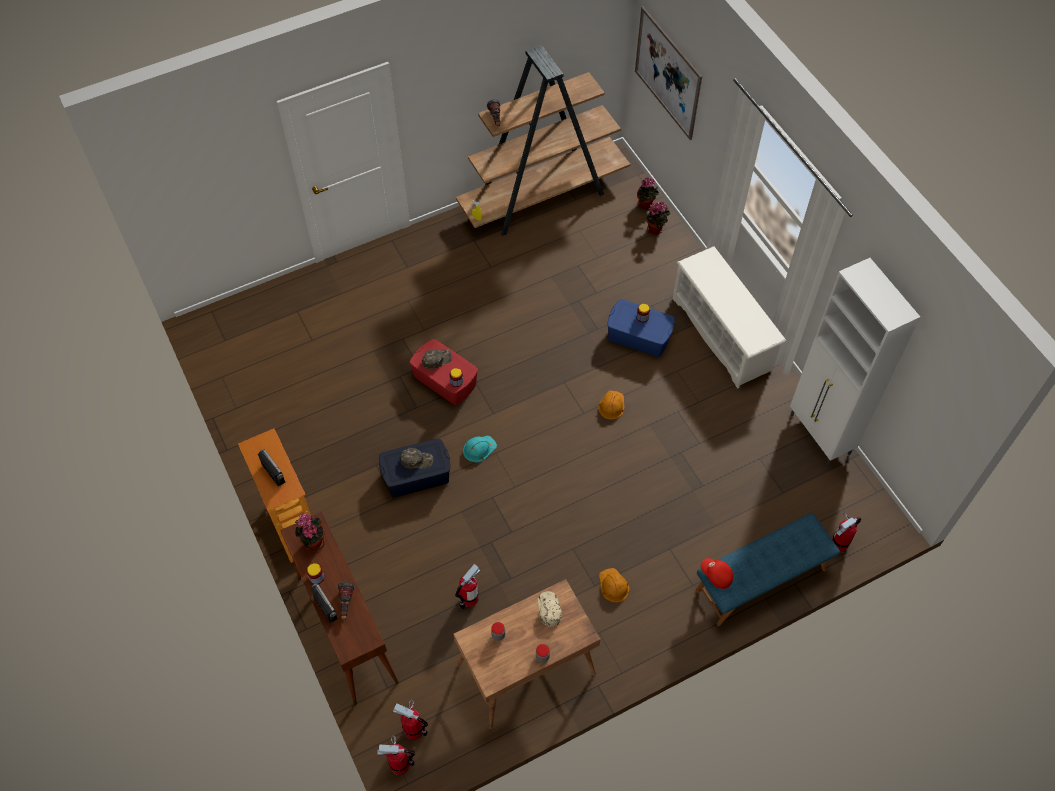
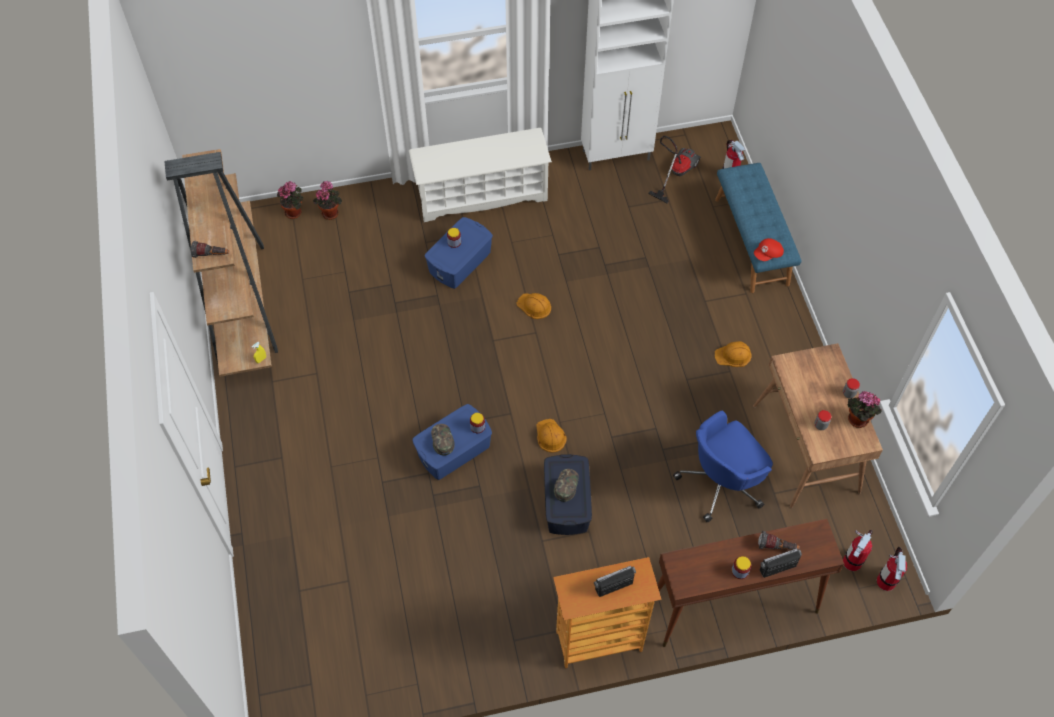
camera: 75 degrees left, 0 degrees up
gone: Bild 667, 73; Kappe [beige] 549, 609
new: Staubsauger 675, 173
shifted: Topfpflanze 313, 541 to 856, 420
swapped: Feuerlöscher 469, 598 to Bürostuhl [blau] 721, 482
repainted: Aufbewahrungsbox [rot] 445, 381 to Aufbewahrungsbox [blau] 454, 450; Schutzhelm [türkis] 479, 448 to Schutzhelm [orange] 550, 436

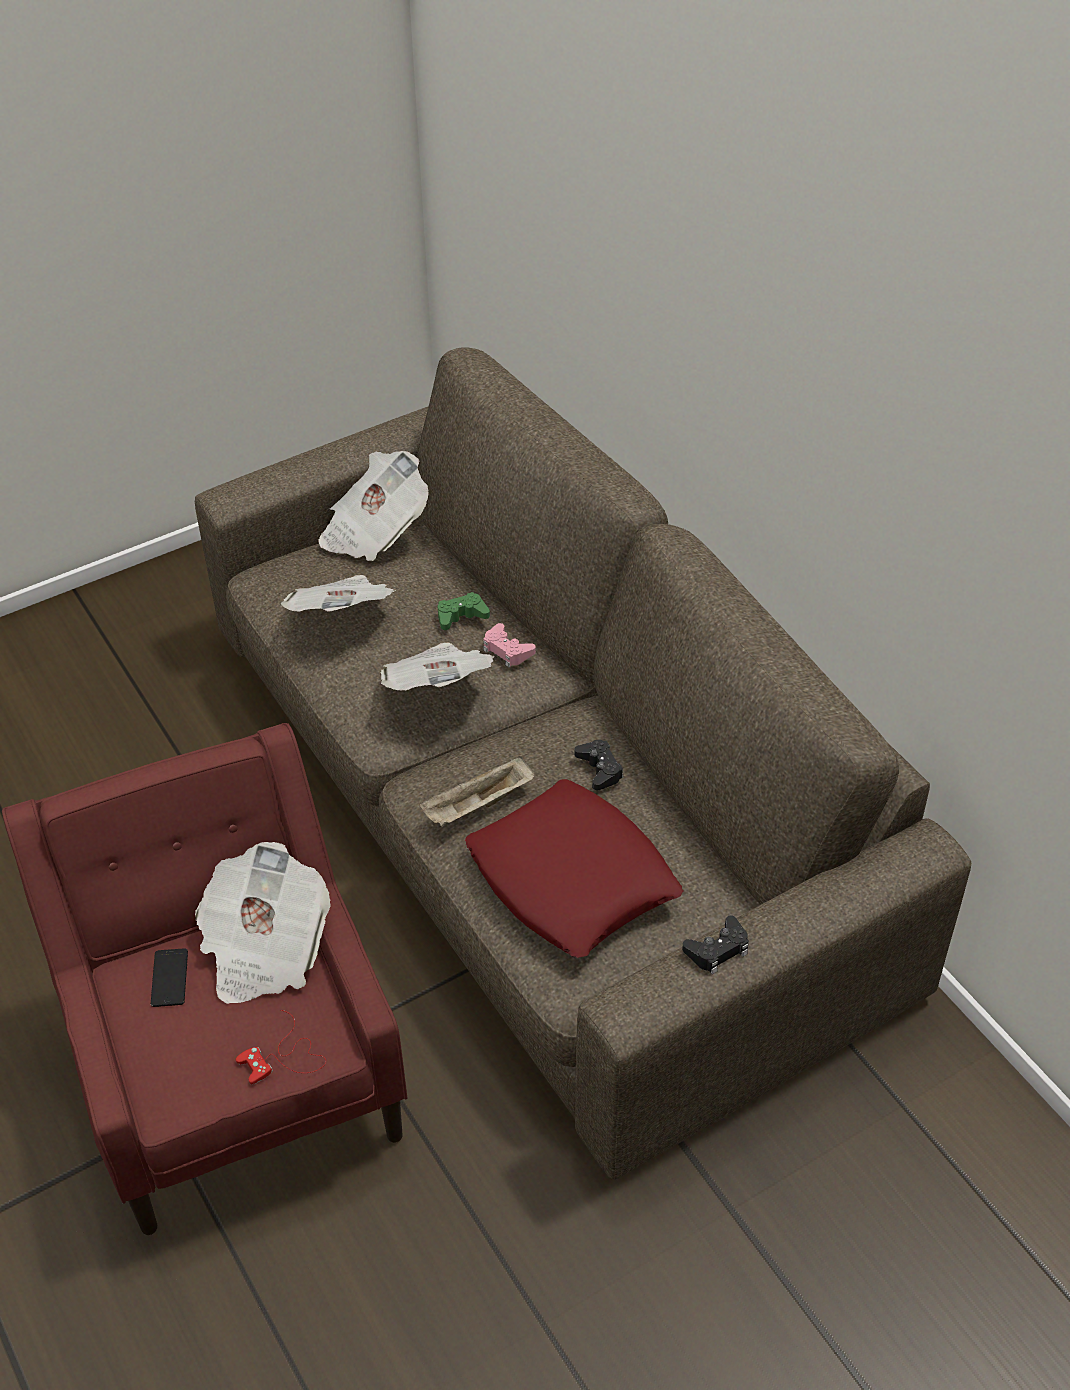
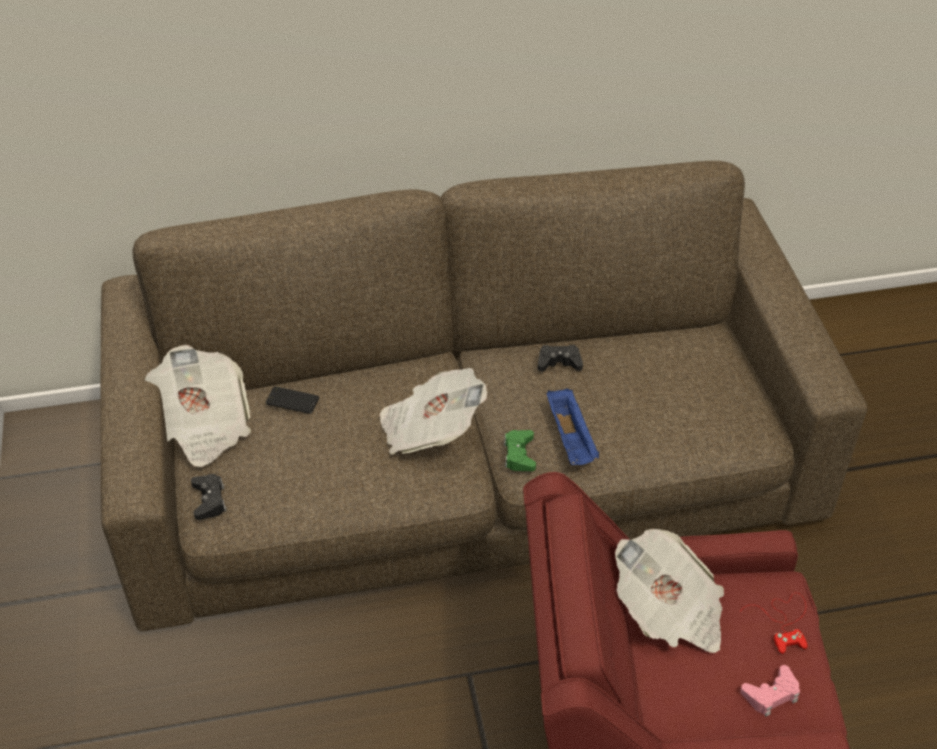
camera: 70 degrees left, 0 degrees up
gone: Zeitung 342, 616; Kissen [rot] 572, 879
shifted: Gamepad [grün] 461, 616 to 519, 454; Gamepad [rosa] 507, 650 to 771, 694; Gamepad [schwarz] 717, 950 to 209, 500; Handy 169, 978 to 292, 401
repainted: Tablett [beige] 478, 806 to Tablett [blau] 571, 438

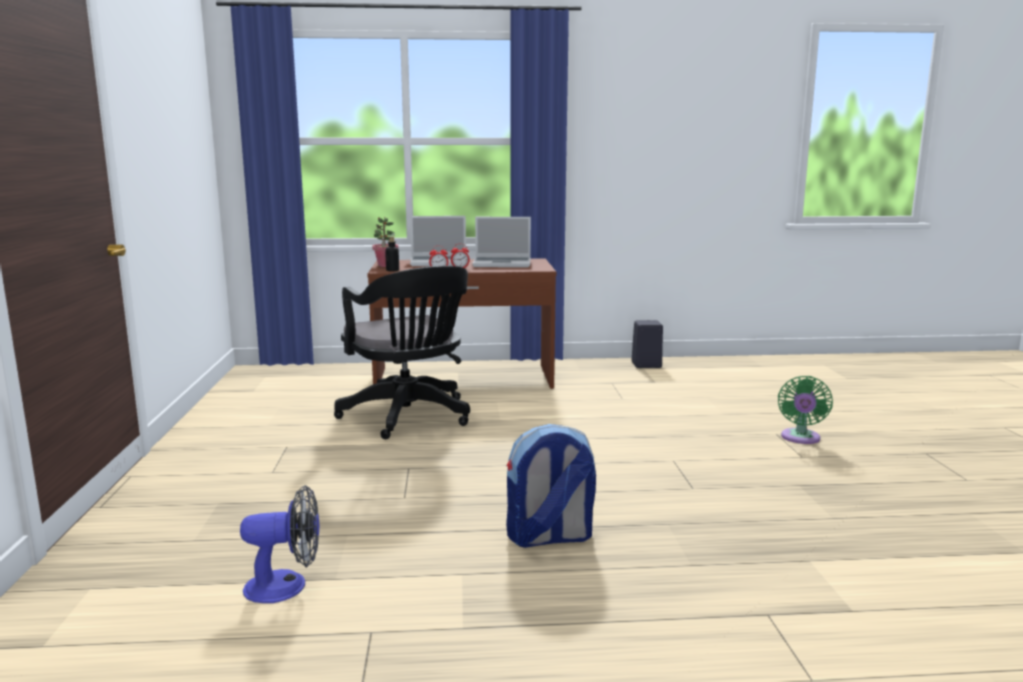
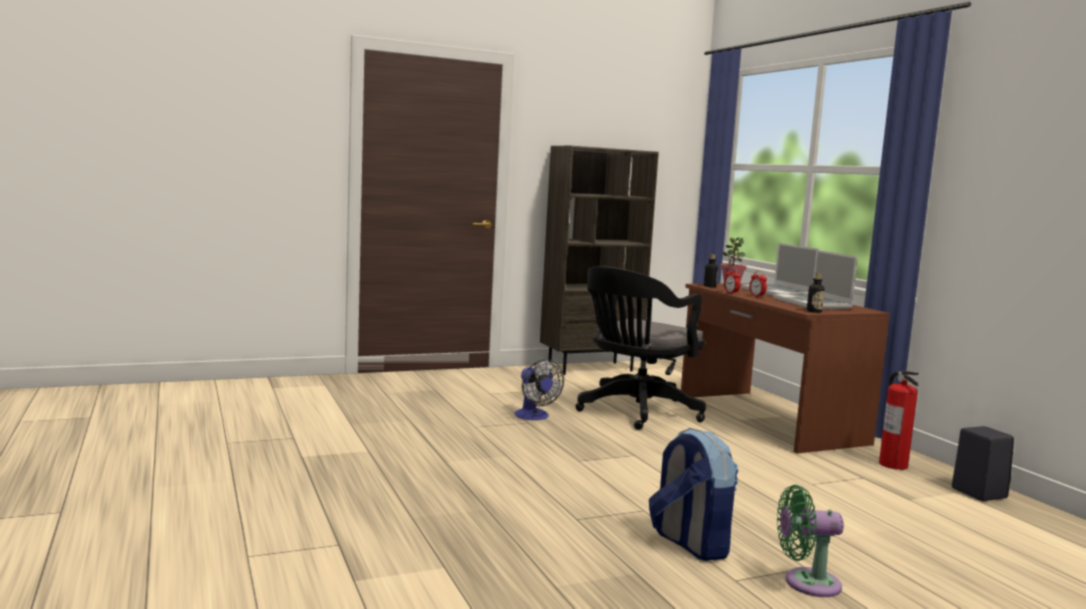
camera: 70 degrees right, 5 degrees down
new: Bücherregal [braun] 590, 368; Flasche 814, 311; Feuerlöscher 892, 464
shifted: Rucksack 549, 537 to 689, 544; Ventilator 286, 586 to 534, 417

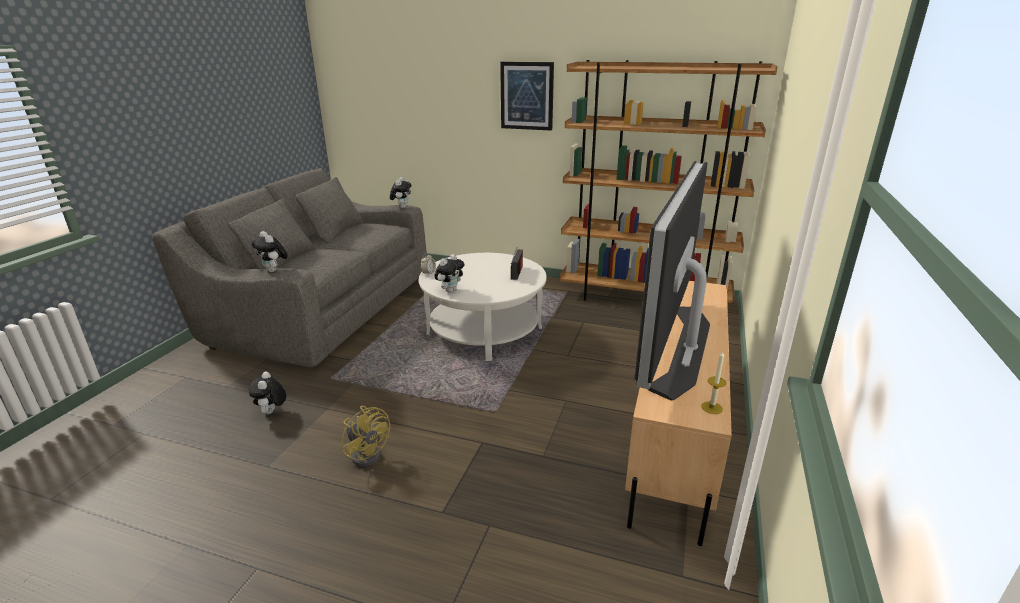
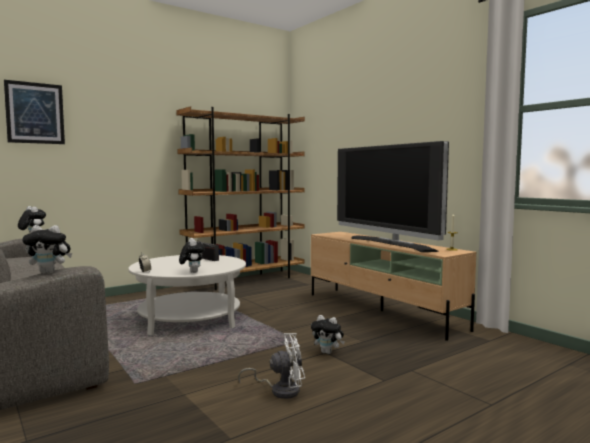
camera: 55 degrees left, 20 degrees down
shifted: Bild 527, 96 to 35, 113; Plüschtier 272, 412 to 328, 352
repainted: Ventilator [gelb] 368, 453 to Ventilator [weiß] 280, 390

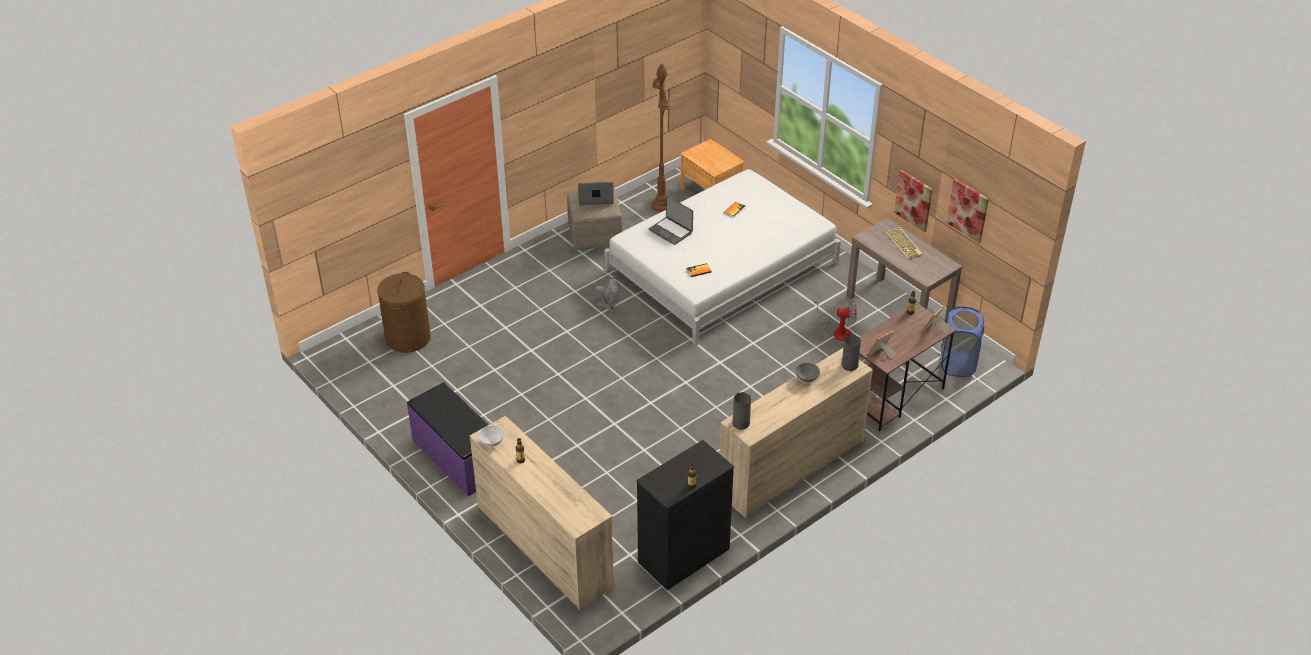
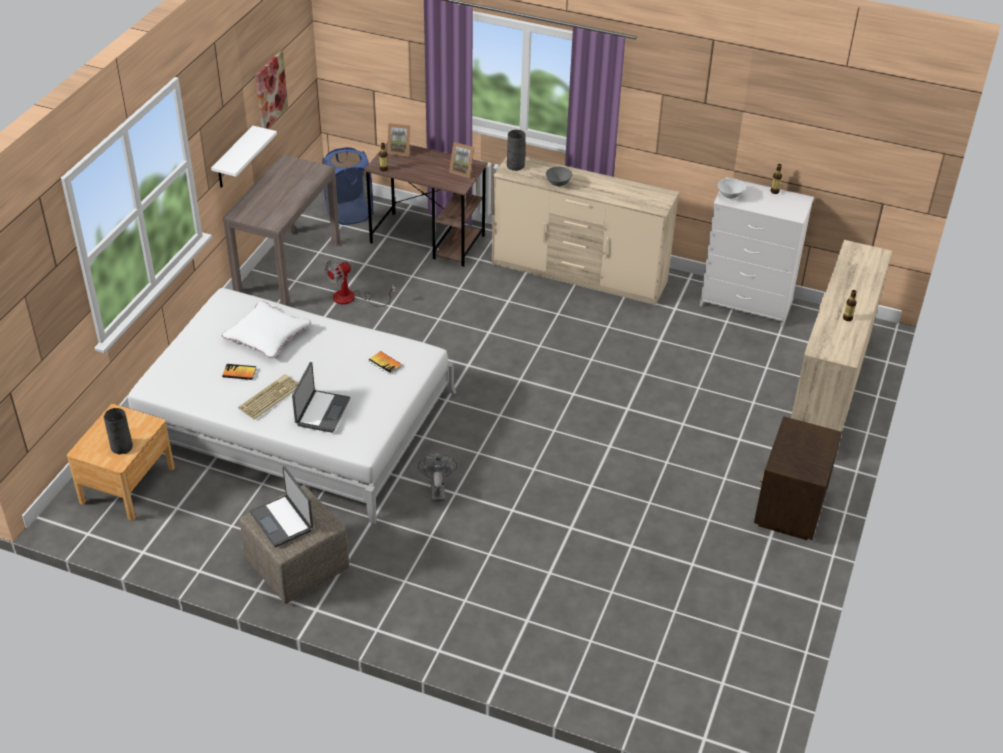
camera: 120 degrees left, 0 degrees up
gone: Stehlampe [braun] 661, 205; Wäschekorb [braun] 408, 338
new: Kissen [weiß] 267, 335
shifted: Tastatur 904, 243 to 269, 396; Vase [grau] 741, 423 to 122, 446; Schüssel [weiß] 492, 443 to 729, 196
swapped: Bild 913, 200 to Wandregal [weiß] 234, 159; Bank [lila] 457, 457 to Nachttisch [braun] 788, 510
repainted: Kommode [schwarz] 683, 556 to Kommode [weiß] 747, 302
rotated: Ventilator 837, 330 = 352, 298 105 degrees counterclockwise

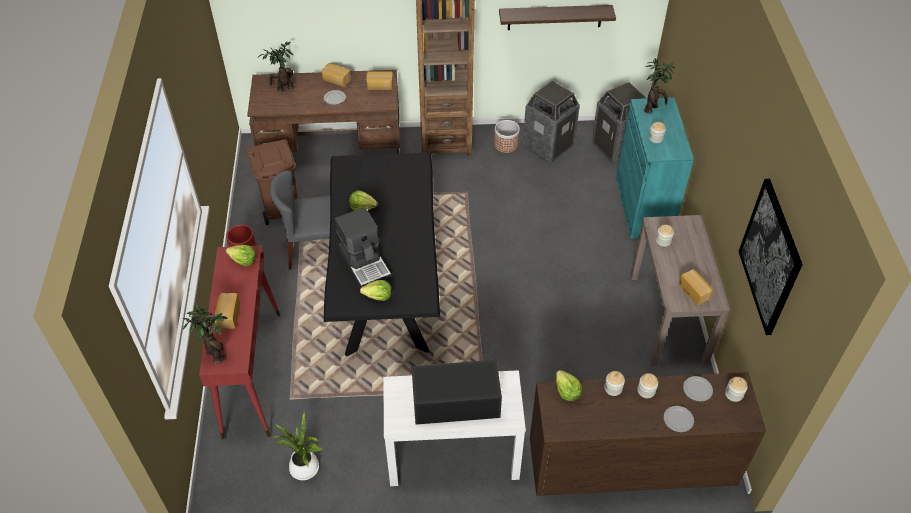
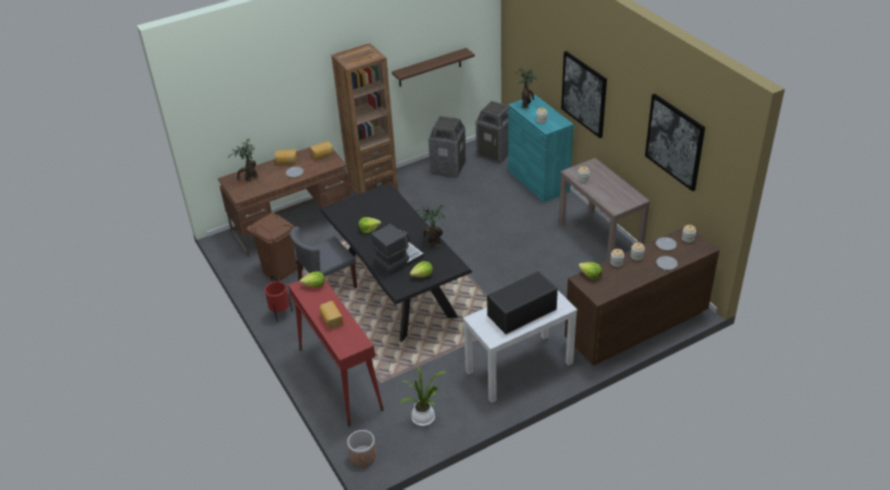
camera: 25 degrees left, 10 degrees down
gone: Brot 695, 291
new: Bild 584, 94
shifted: Pflanzkübel 506, 145 to 363, 456; Topfpflanze 215, 353 to 432, 243
rotated: Kaffeemaschine 365, 263 = 398, 260 75 degrees counterclockwise

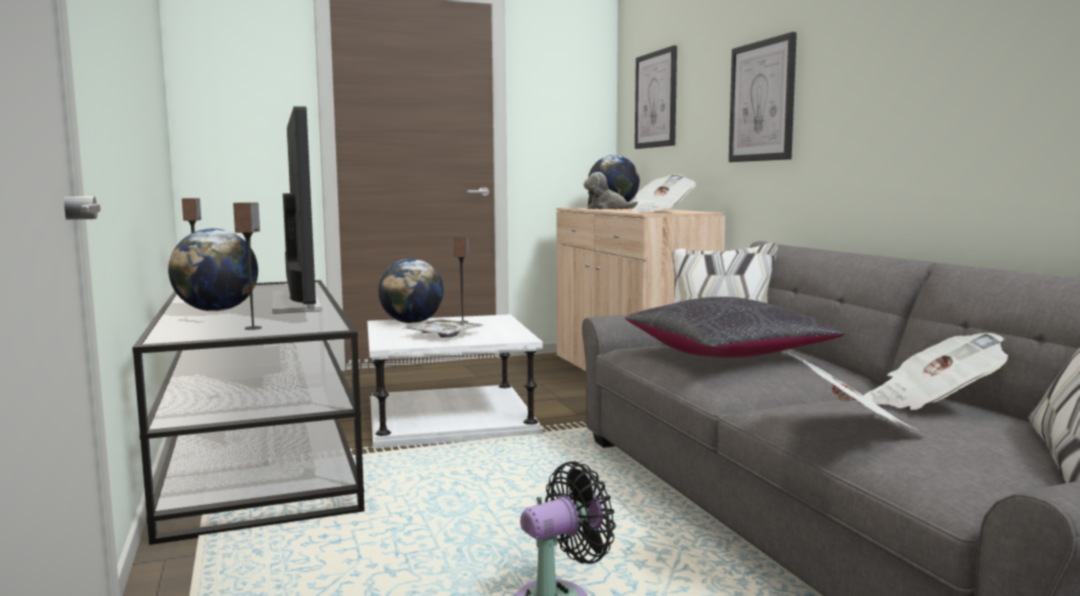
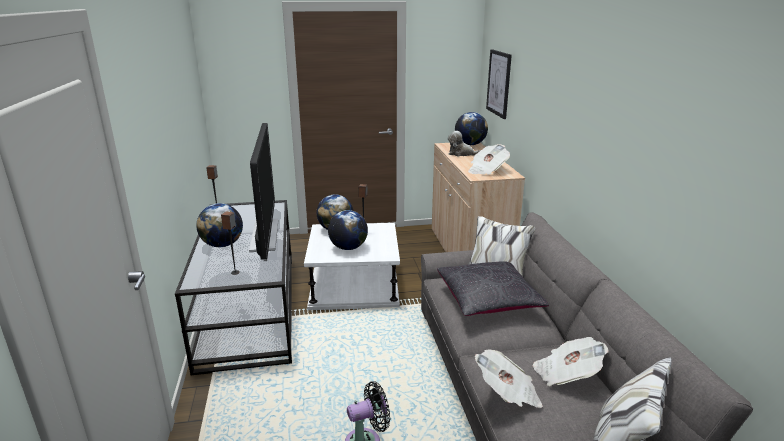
camera: 10 degrees right, 15 degrees up
gone: Bild 762, 101
swapped: Tablett 443, 335 to Globus 348, 248

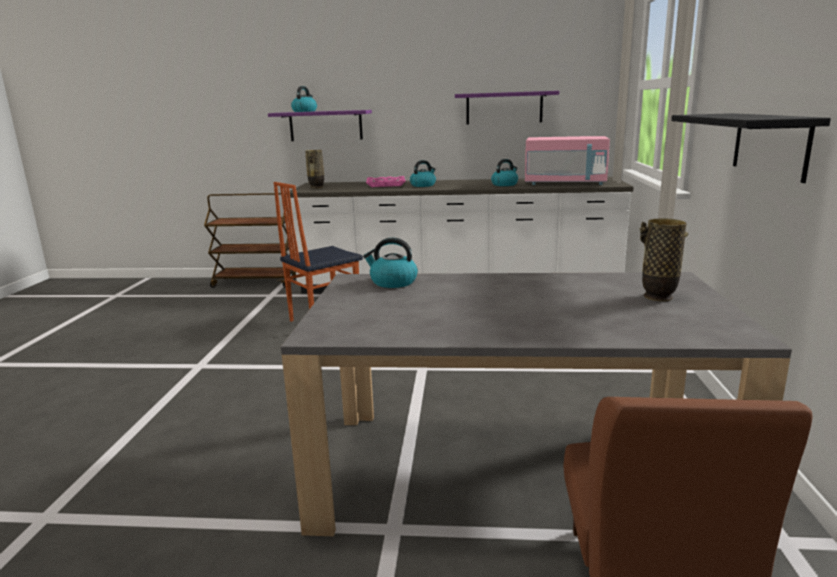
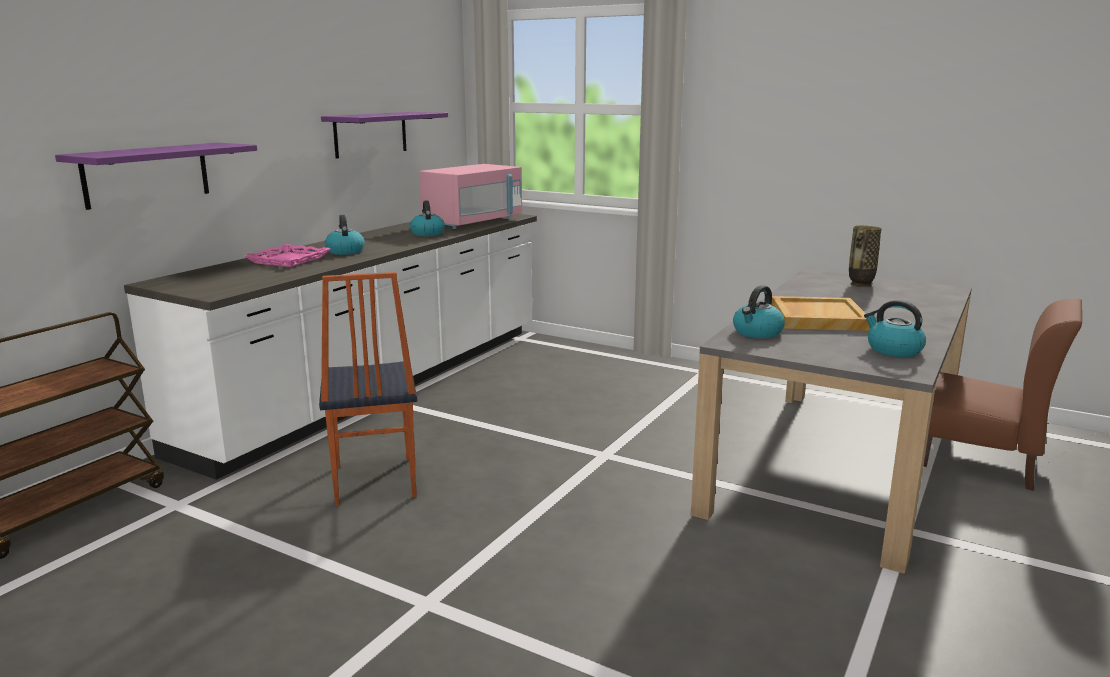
camera: 65 degrees left, 0 degrees up
gone: Wandregal [schwarz] 770, 144; Vase 316, 187
new: Tablett [beige] 817, 317
shifted: Wasserkessel 304, 111 to 893, 350

